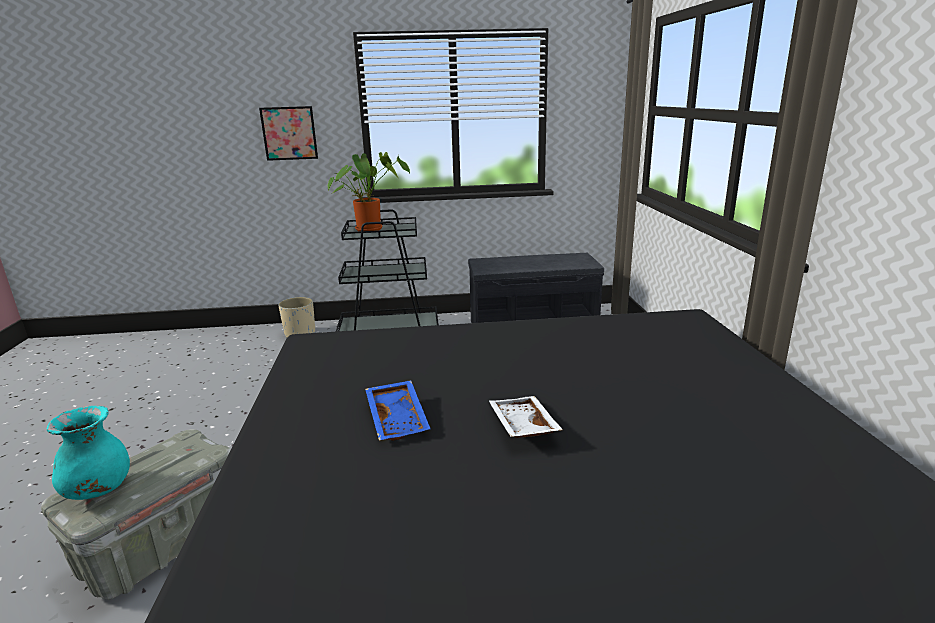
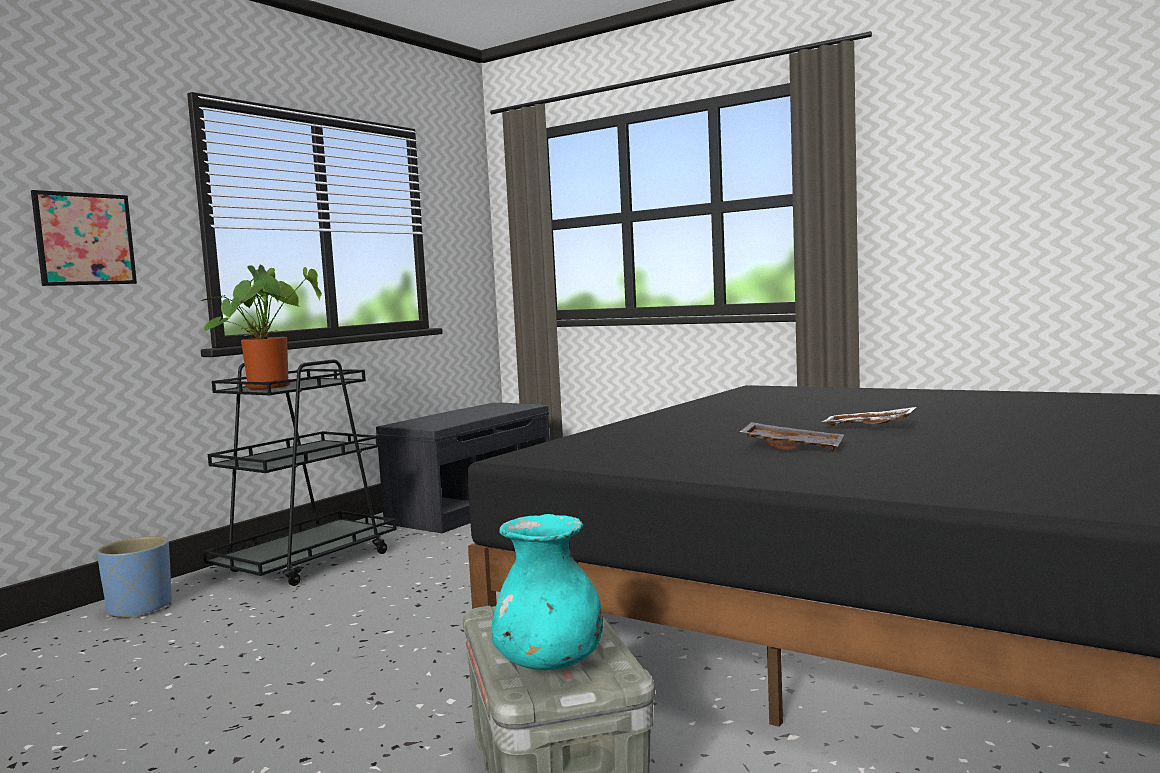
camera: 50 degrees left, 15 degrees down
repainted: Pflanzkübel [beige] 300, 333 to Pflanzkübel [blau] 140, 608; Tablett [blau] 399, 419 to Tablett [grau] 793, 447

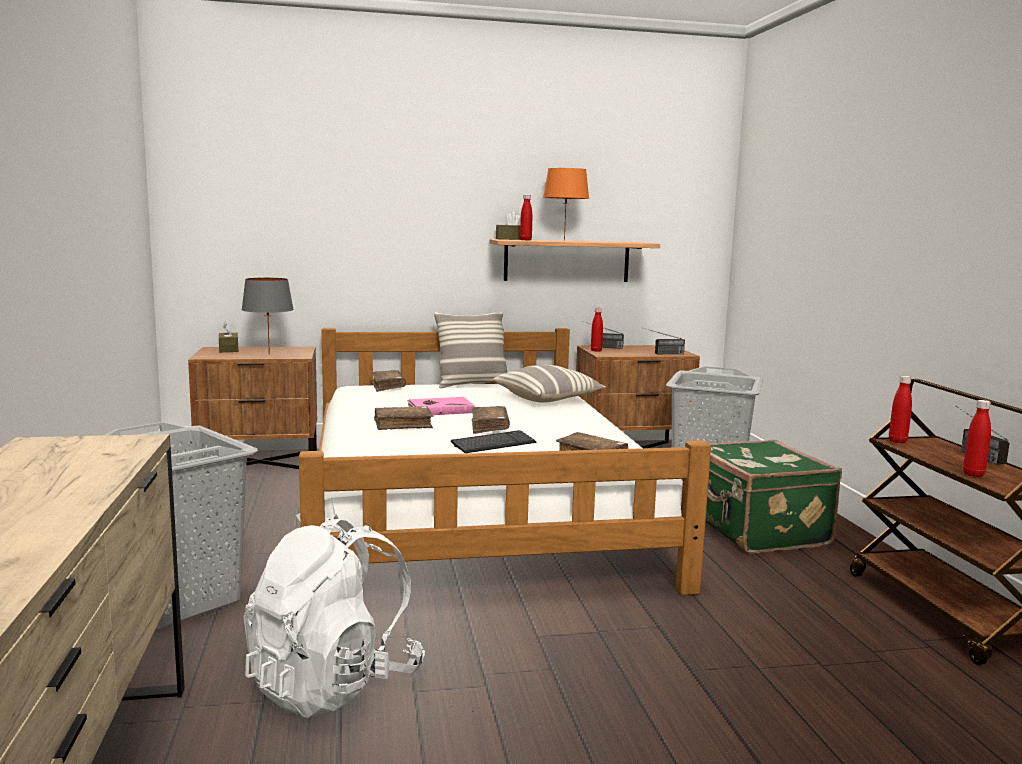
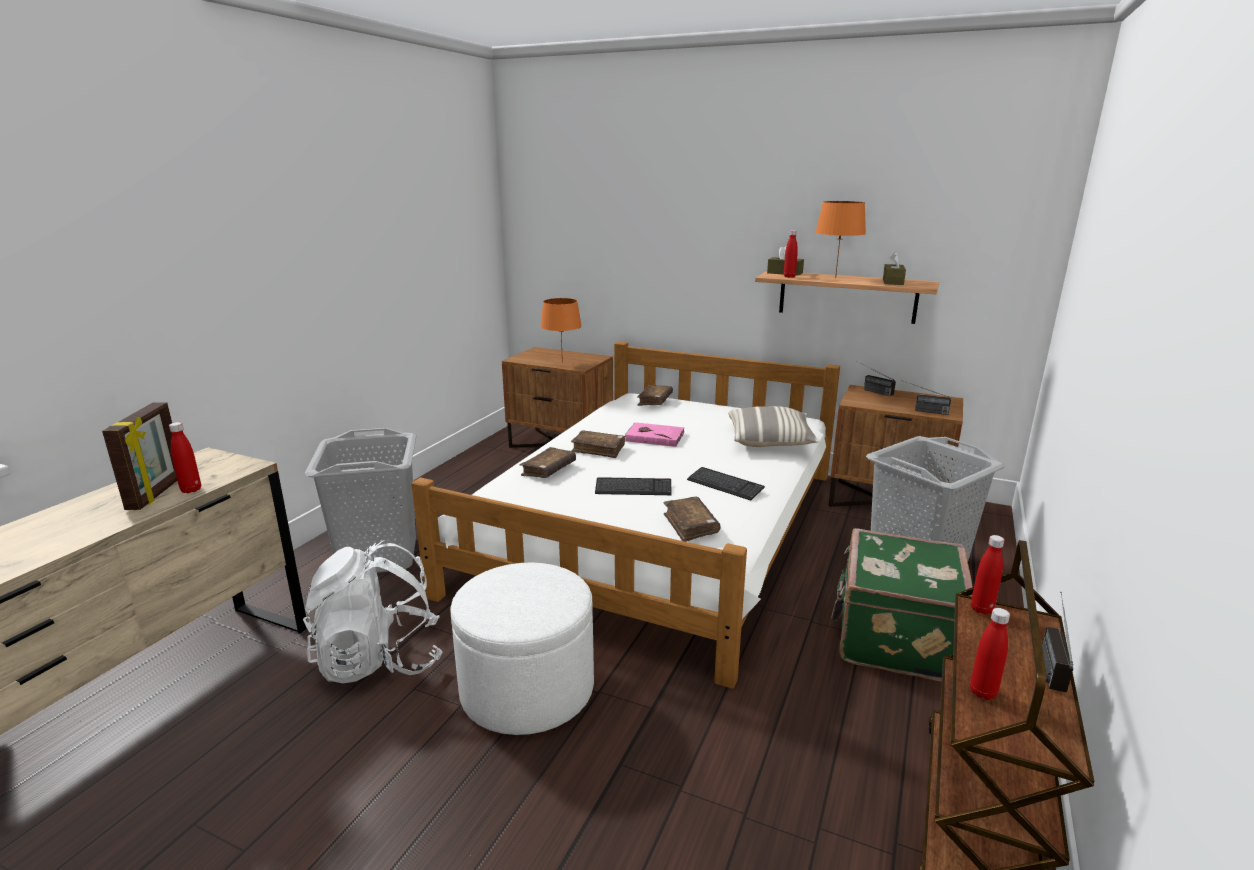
camera: 35 degrees right, 10 degrees up
gone: Kissen 472, 384
new: Bilderrahmen 158, 492; Tastatur 725, 485; Polsterhocker [weiß] 527, 689
shifted: Flasche [rot] 596, 350 to 191, 490; Taschentuchbox [braun] 228, 349 to 893, 281; Buch [braun] 489, 427 to 548, 470
repainted: Tischlampe [grau] 268, 354 to Tischlampe [orange] 561, 362

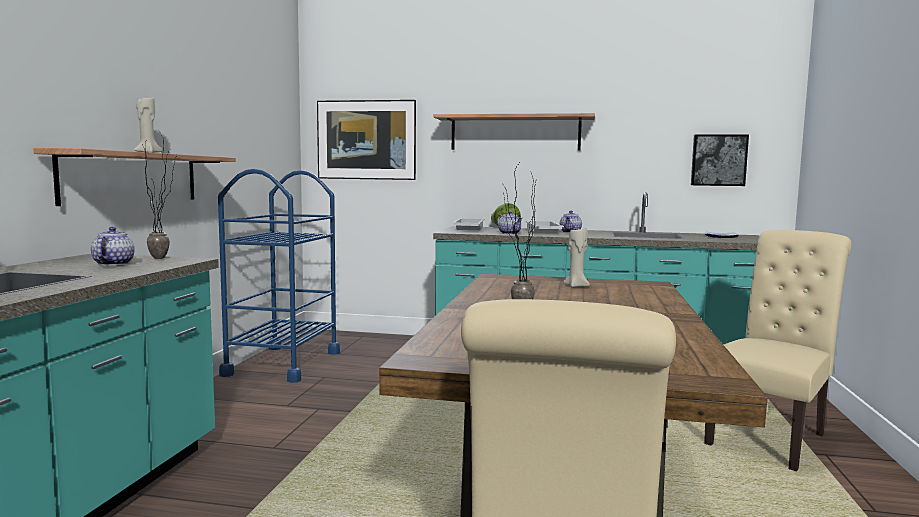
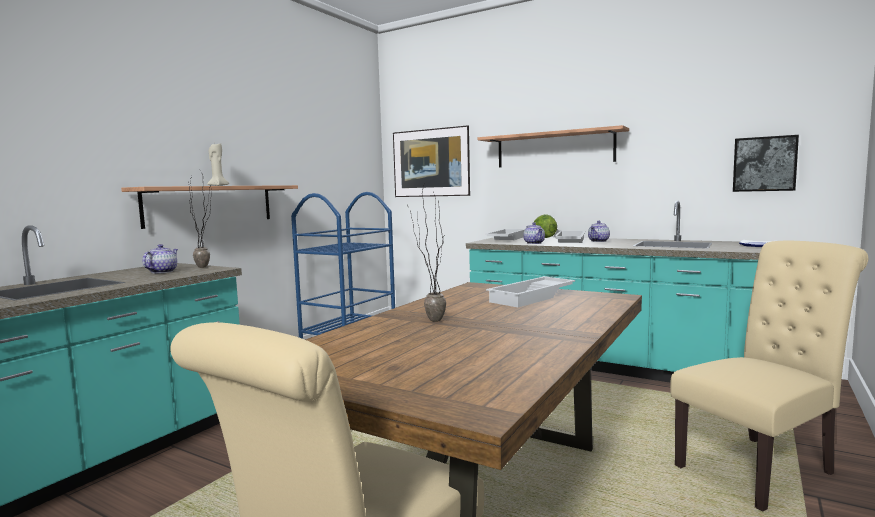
camera: 20 degrees right, 0 degrees up
swapped: Kerze [beige] 576, 286 to Tablett [weiß] 532, 297

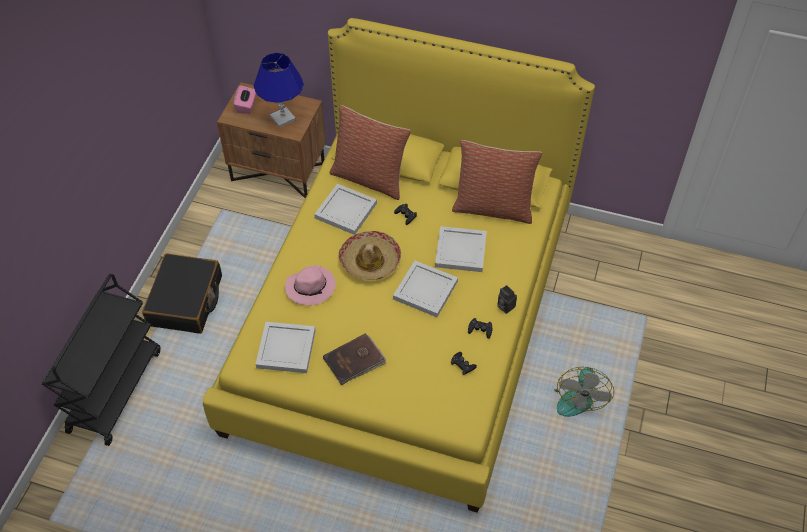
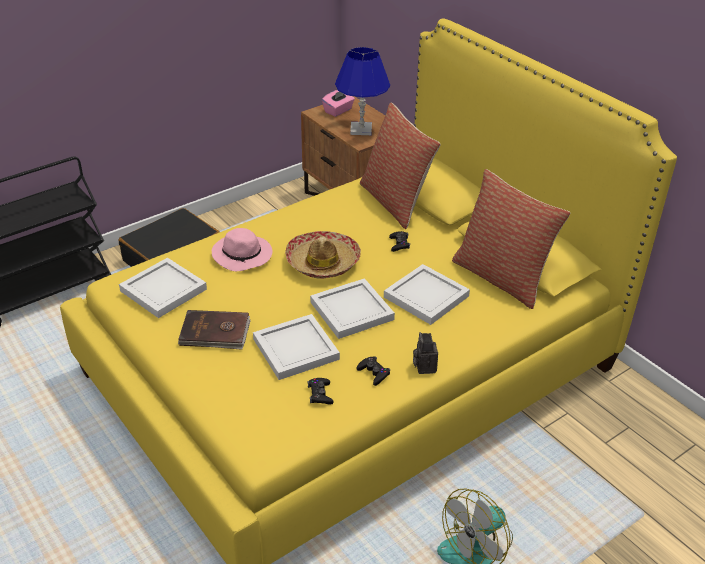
camera: 35 degrees right, 15 degrees down
shifted: Tablett [weiß] 345, 210 to 296, 348

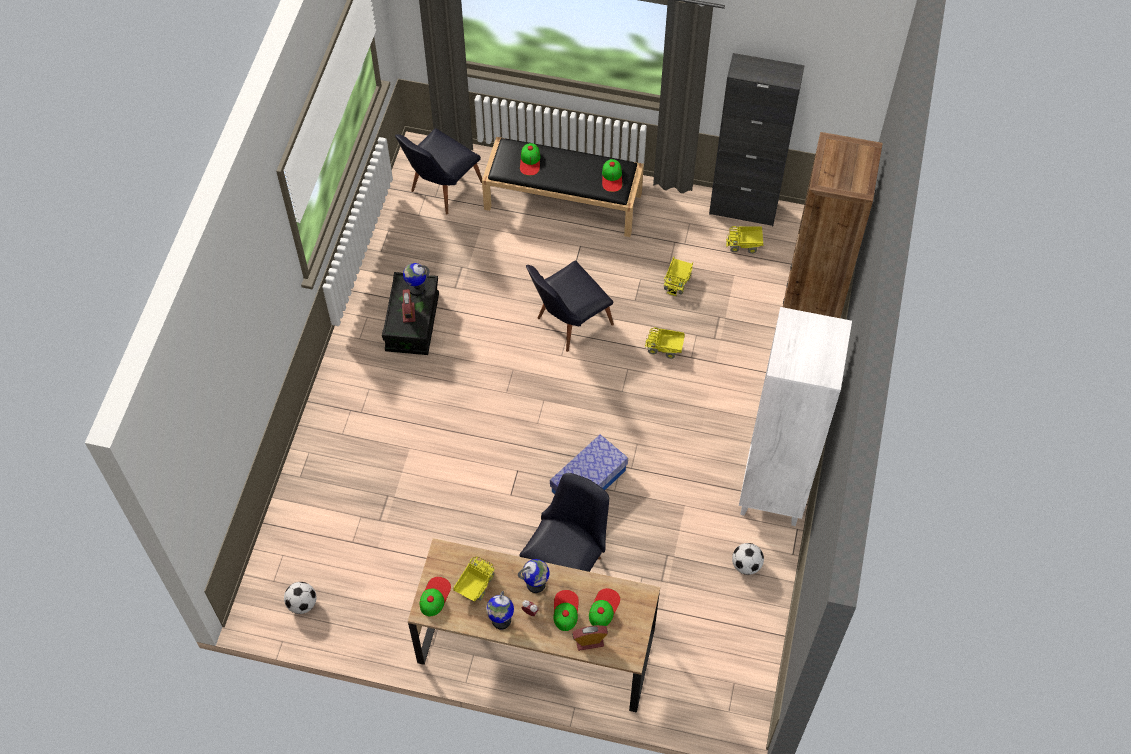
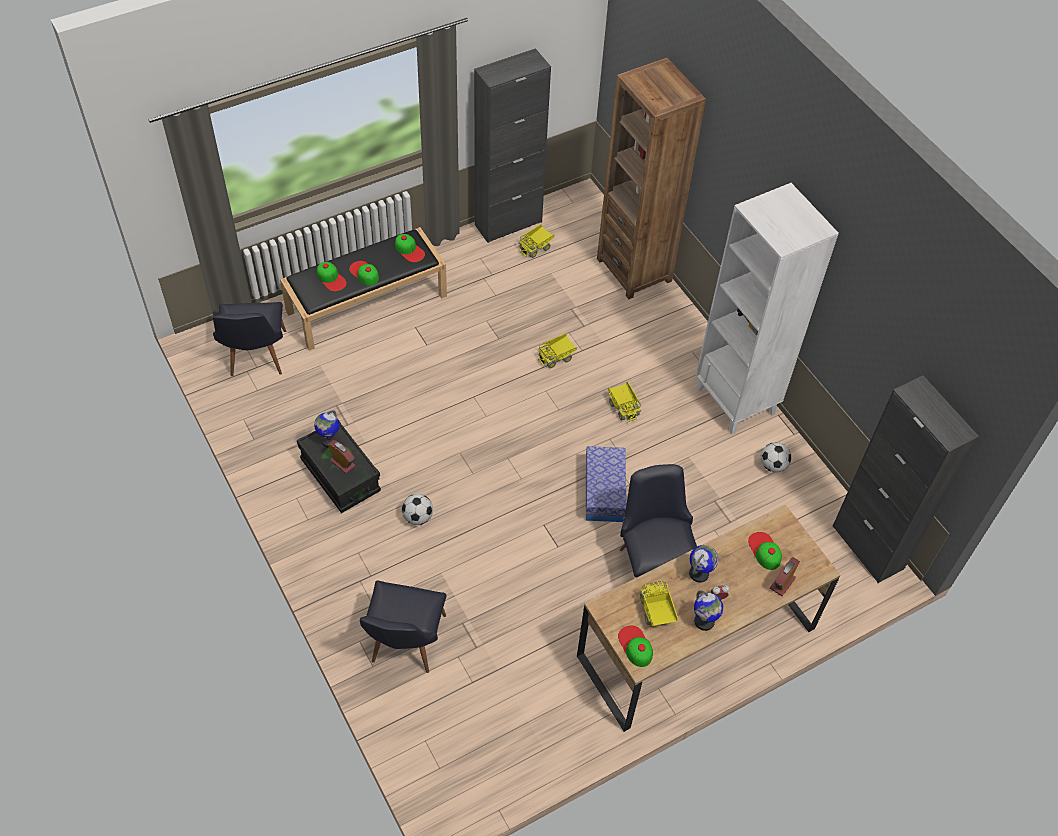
camera: 45 degrees left, 5 degrees down
new: Schrank [schwarz] 867, 547
shifted: Spielzeuglaster 677, 281 to 623, 407; Stuhl [schwarz] 567, 323 to 404, 645; Fußball 302, 604 to 418, 517; Kappe 565, 610 to 364, 273

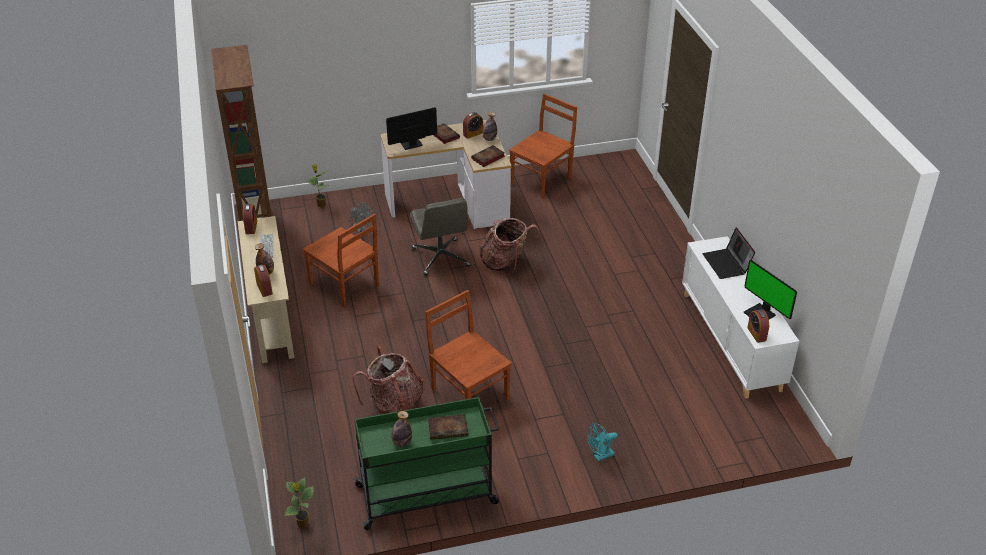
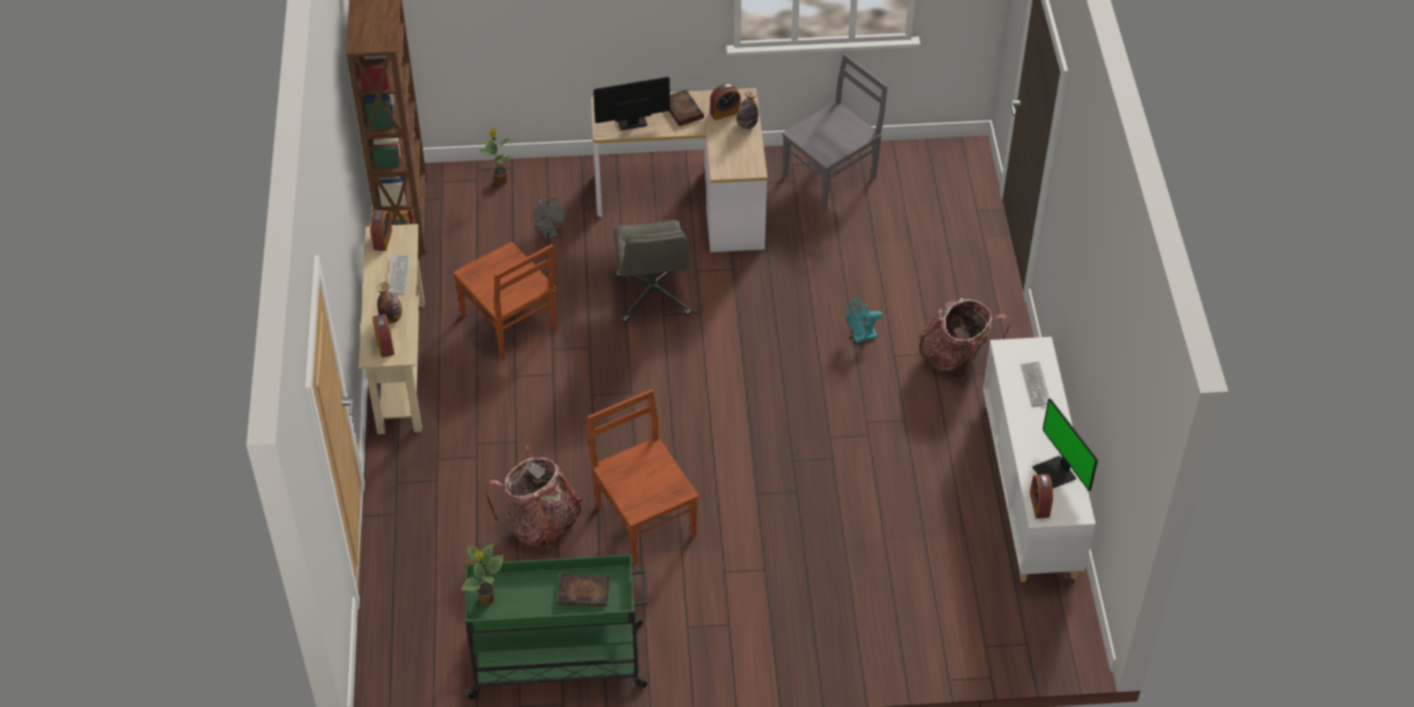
camera: 10 degrees right, 10 degrees up
gone: Buch 487, 158; Flasche 402, 443
shifted: Rucksack 506, 263 to 956, 358; Ventilator [türkis] 600, 456 to 860, 337; Topfpflanze 303, 524 to 486, 600
swapped: Laptop 727, 264 to Tastatur 1035, 385
repainted: Stuhl [braun] 542, 180 to Stuhl [grau] 831, 176

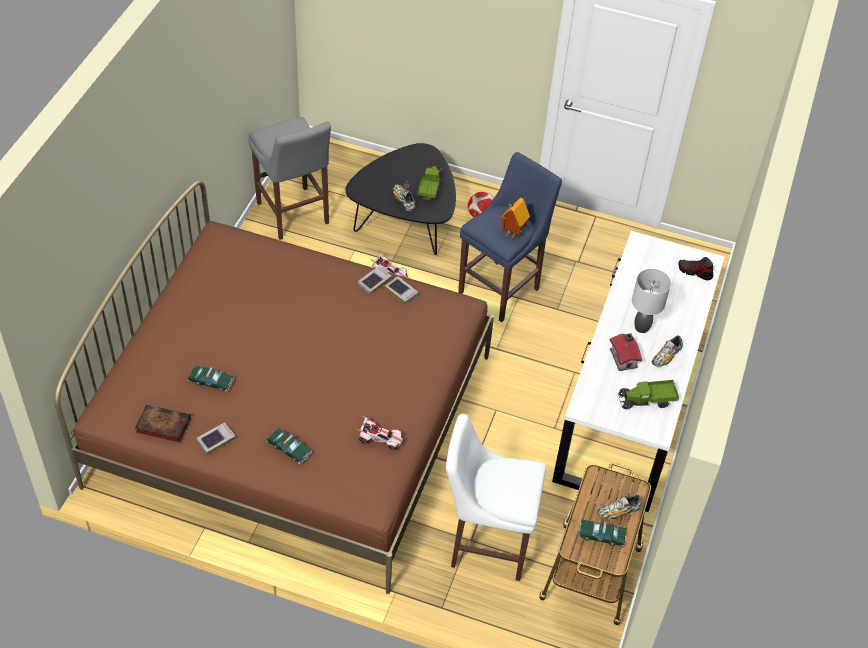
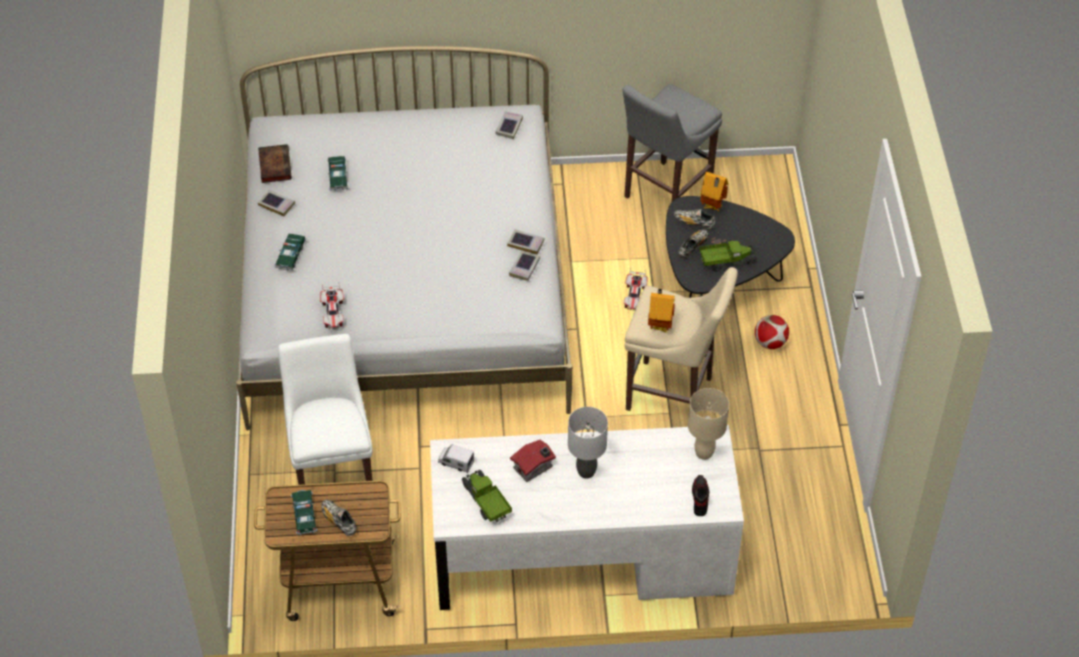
camera: 70 degrees right, 0 degrees up
new: Buch 509, 127; Spielzeughaus 712, 207; Tischlampe [beige] 704, 453; Spielzeuglaster 456, 462
shifted: Schuh 666, 357 to 694, 222
repainted: Hocker [blau] 502, 289 to Hocker [beige] 673, 395; Bett [braun] 293, 419 to Bett [weiß] 405, 291

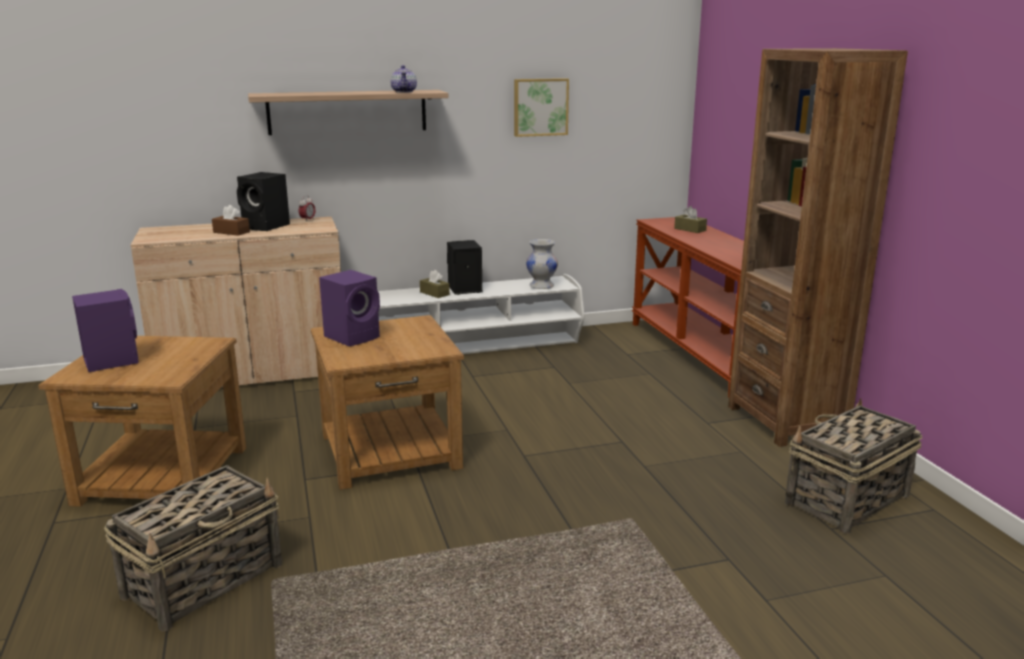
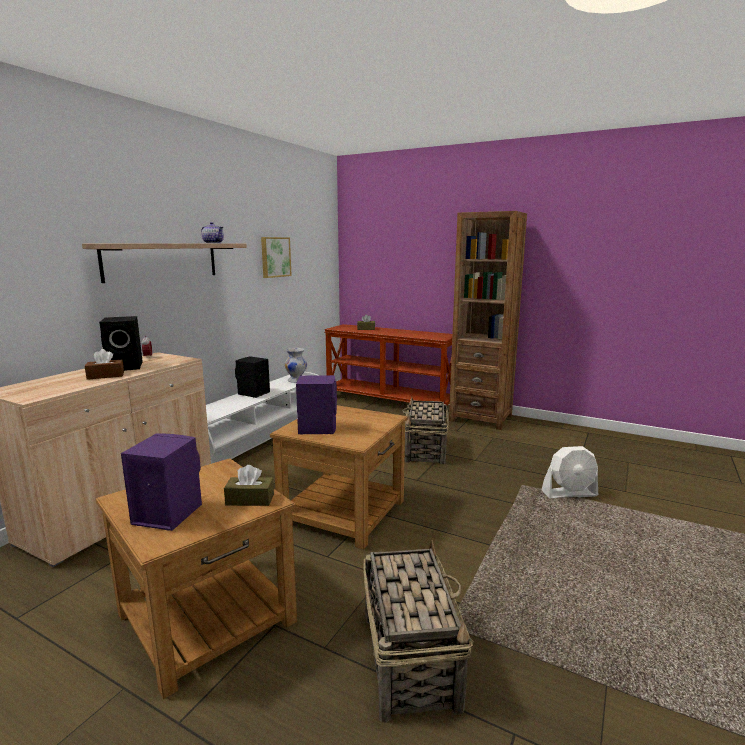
camera: 45 degrees left, 5 degrees down
new: Ventilator [weiß] 569, 493
shifted: Taschentuchbox [braun] 434, 293 to 250, 499; Korb 846, 500 to 425, 450

